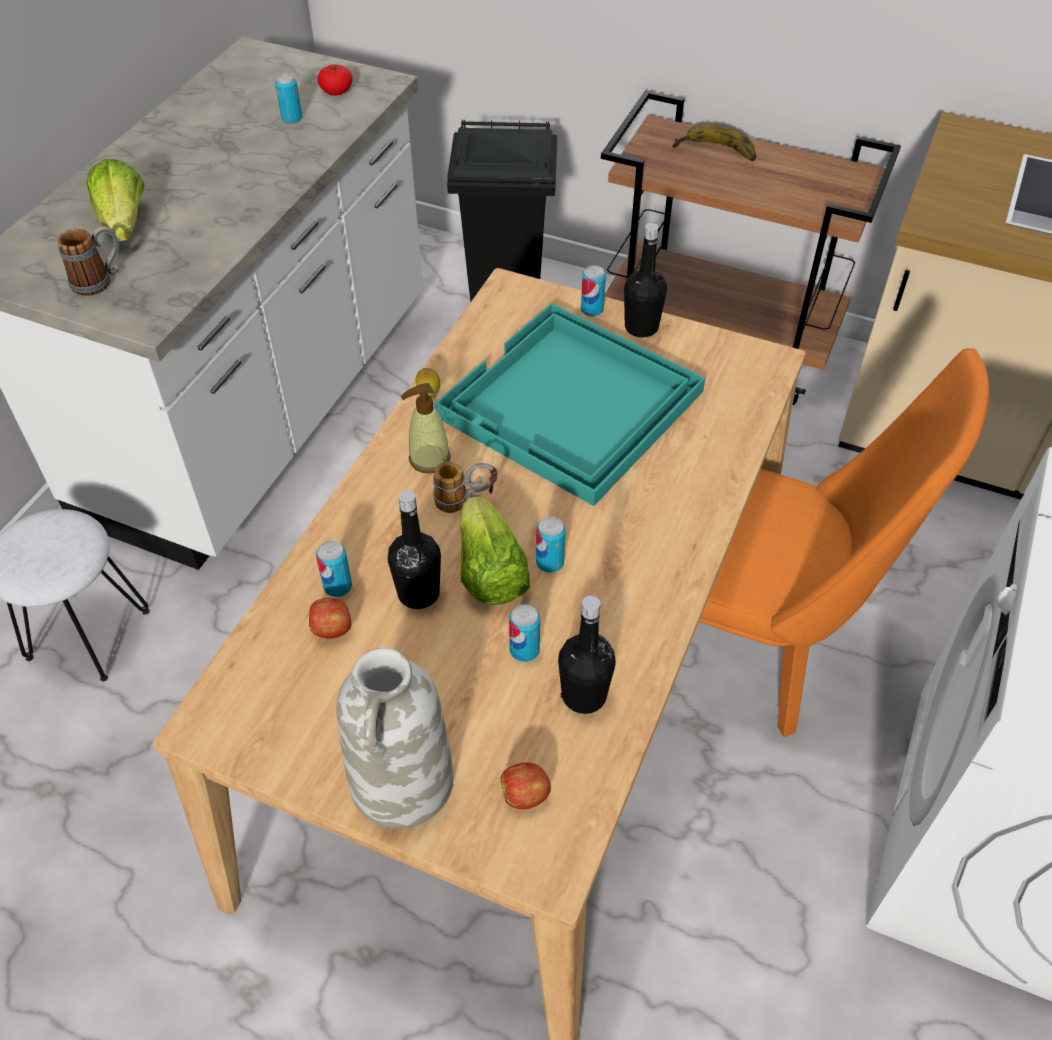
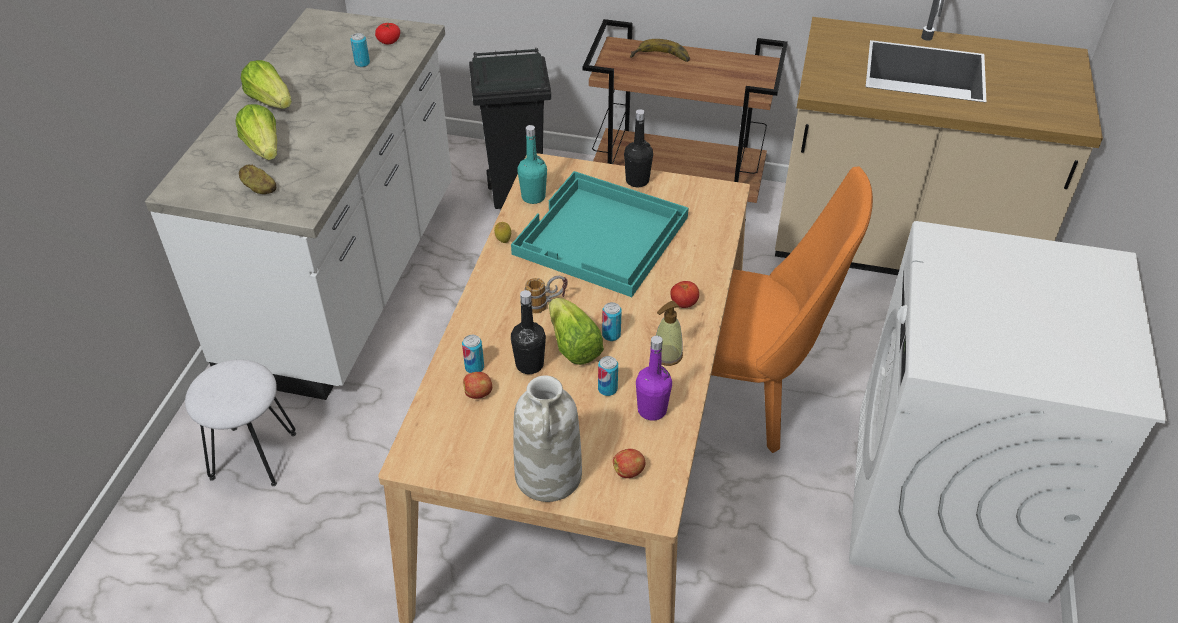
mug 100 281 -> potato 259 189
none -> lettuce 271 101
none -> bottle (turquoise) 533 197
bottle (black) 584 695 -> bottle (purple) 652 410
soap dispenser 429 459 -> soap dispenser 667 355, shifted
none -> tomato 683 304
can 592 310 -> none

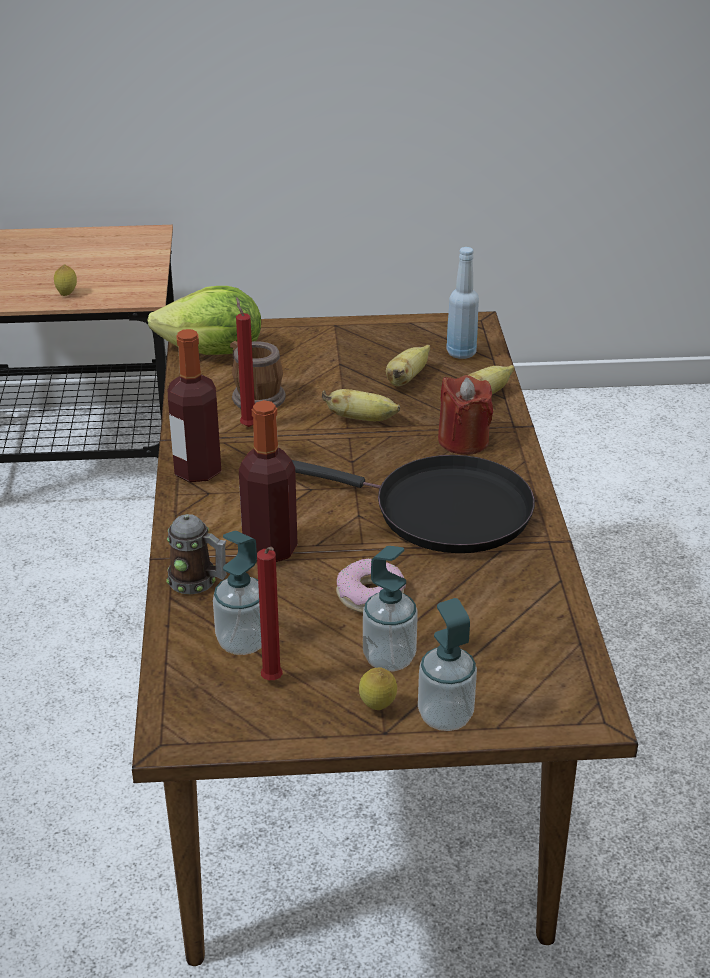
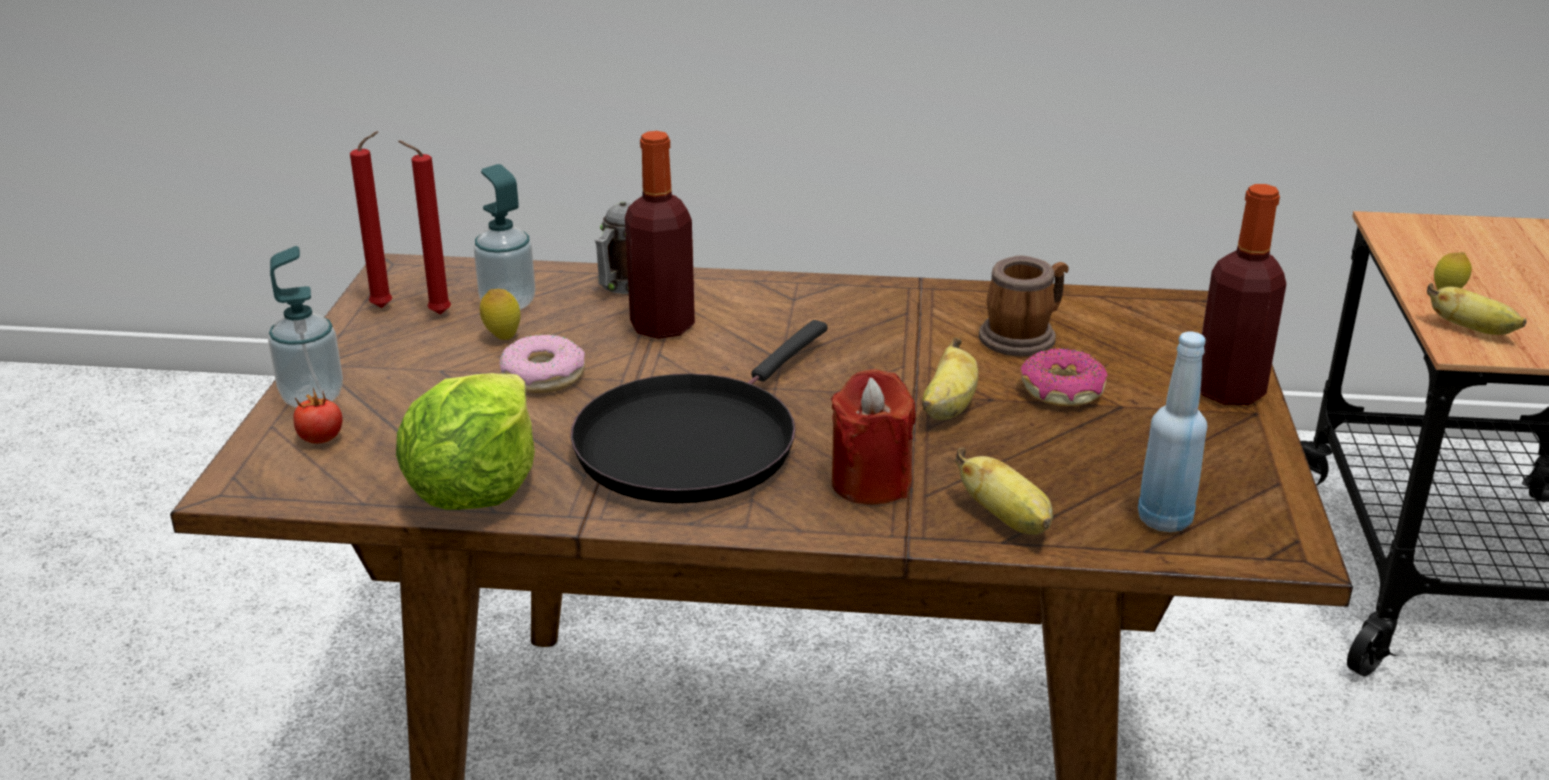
none -> tomato 321 439
candle (red) 248 425 -> candle (red) 385 307, shifted
lettuce 213 353 -> lettuce 475 489, shifted
lemon 377 708 -> lemon 502 337, shifted
none -> donut 1061 391
bottle 197 471 -> bottle 1229 391, shifted
banana 406 379 -> banana 1472 330, shifted
soap dispenser 389 658 -> none

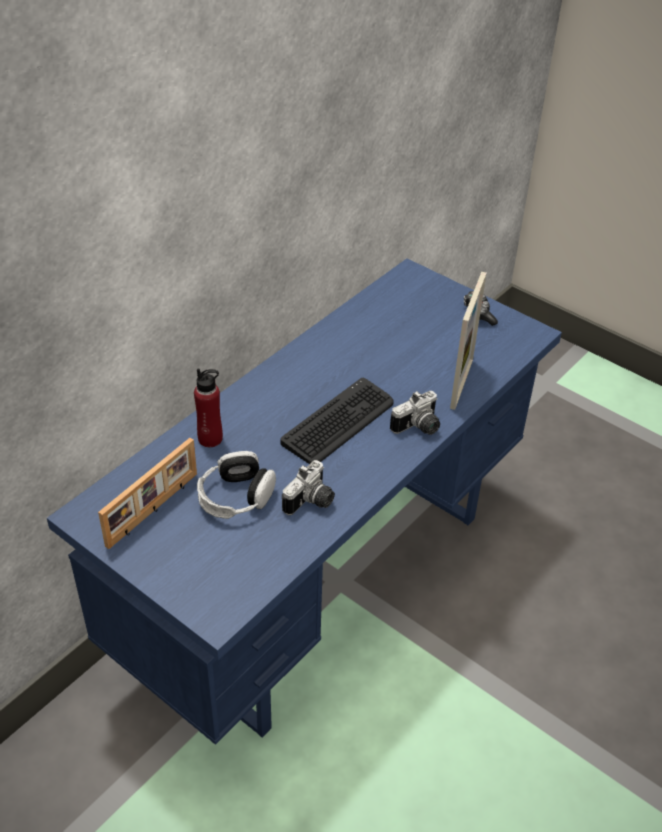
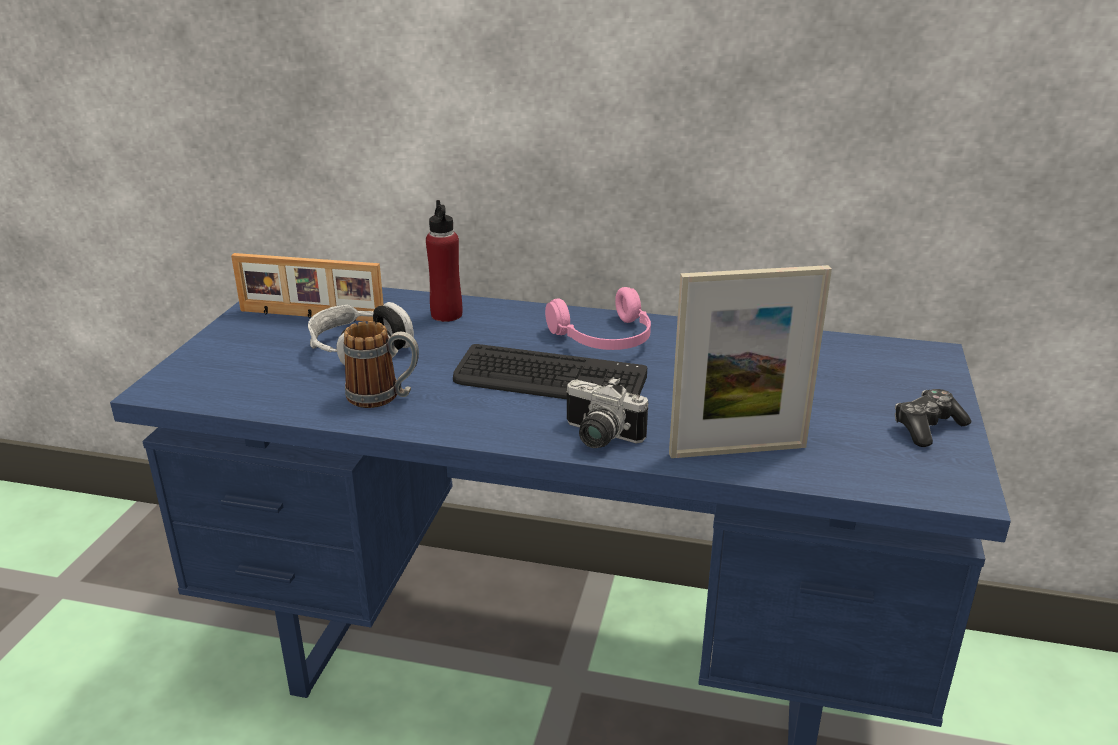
photo camera 311 502 -> mug 384 397
none -> headphones (pink) 605 339

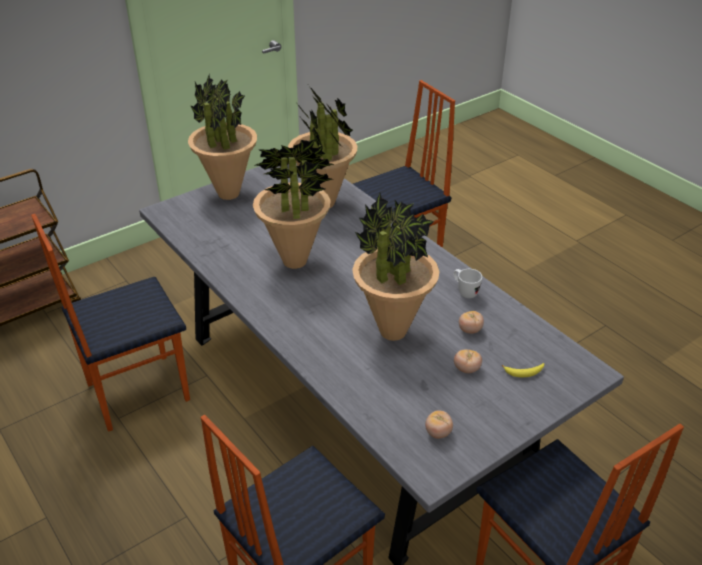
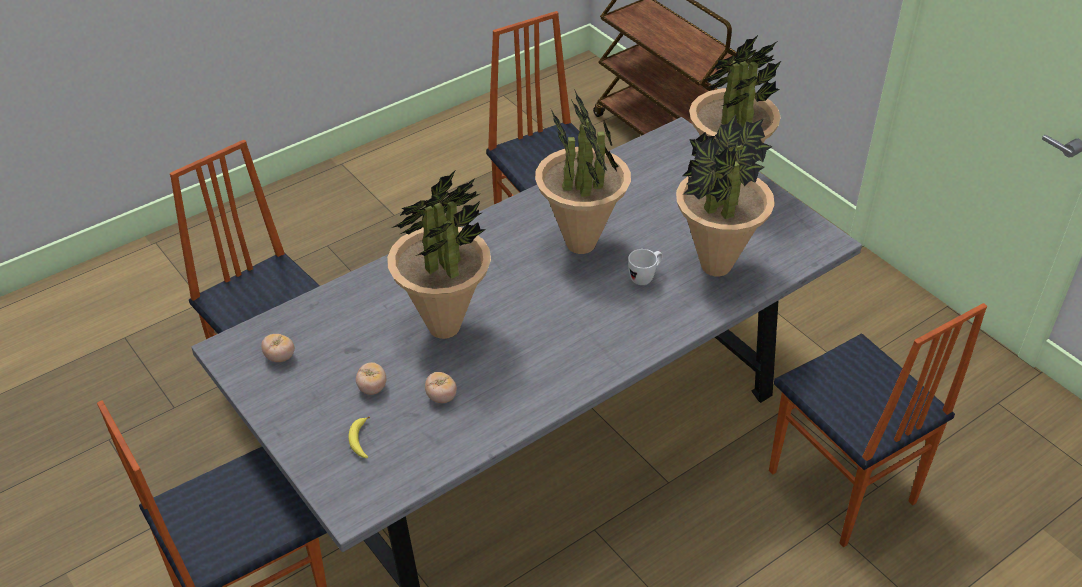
mug (white) 464 292 -> mug (white) 645 277, shifted

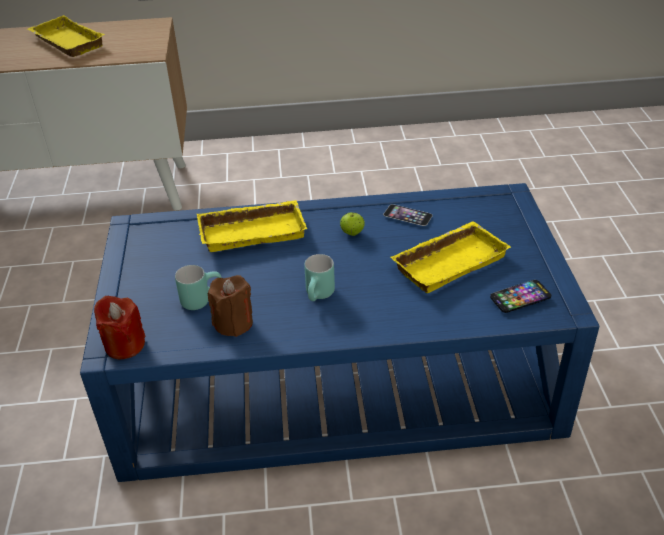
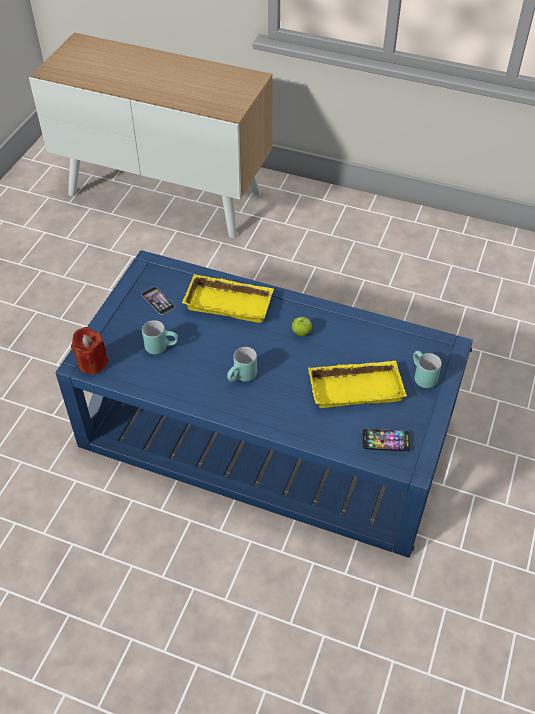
phone 407 215 -> phone 158 300, shifted
none -> mug (turquoise) 421 377
tray (yellow) 65 42 -> none
candle (brown) 233 323 -> none

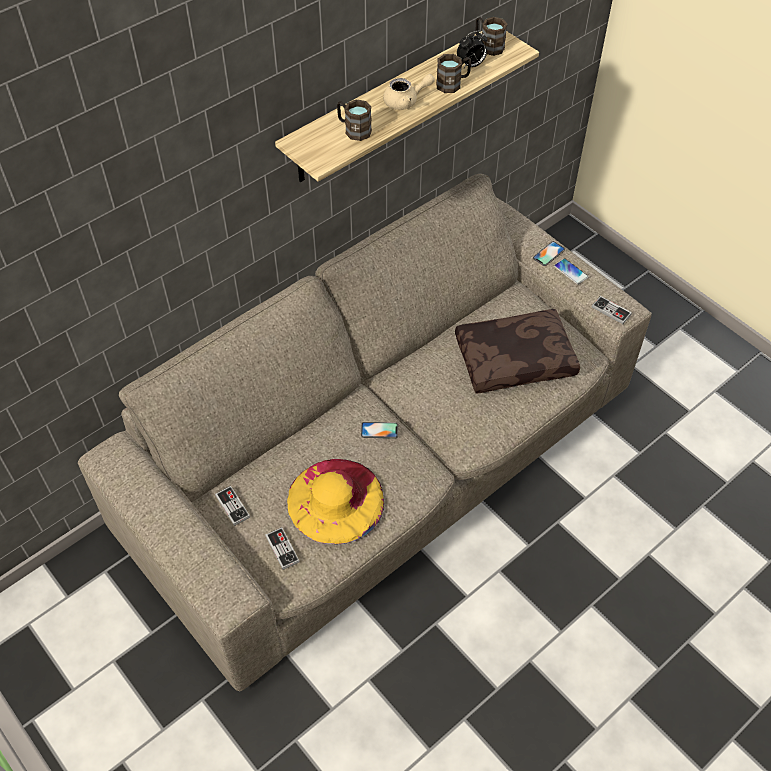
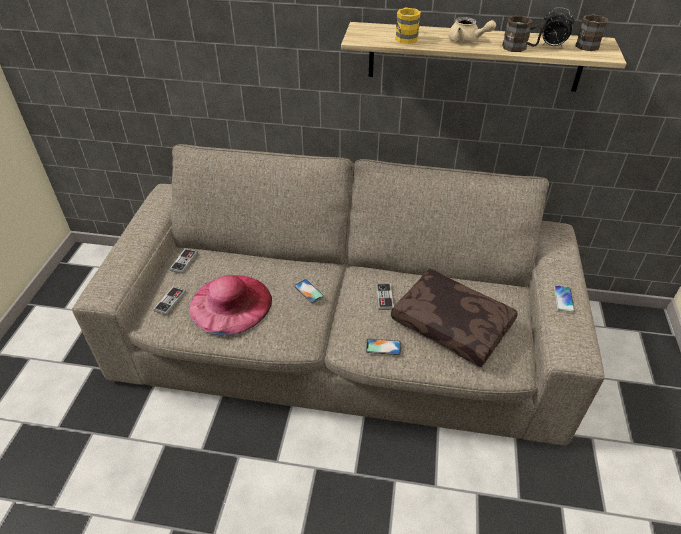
hat (yellow) 336 500 -> hat (pink) 230 303
phone 548 254 -> phone 383 347, shifted
game controller 611 311 -> game controller 384 297, shifted
mug (brown) 353 129 -> mug (yellow) 405 37

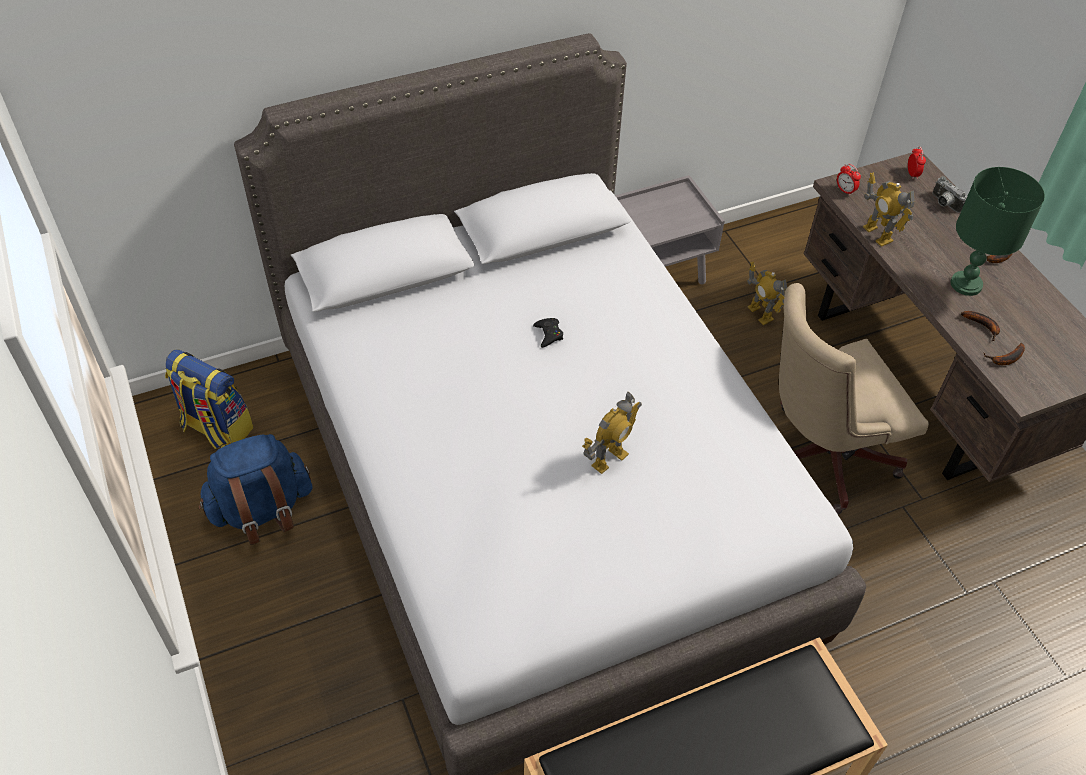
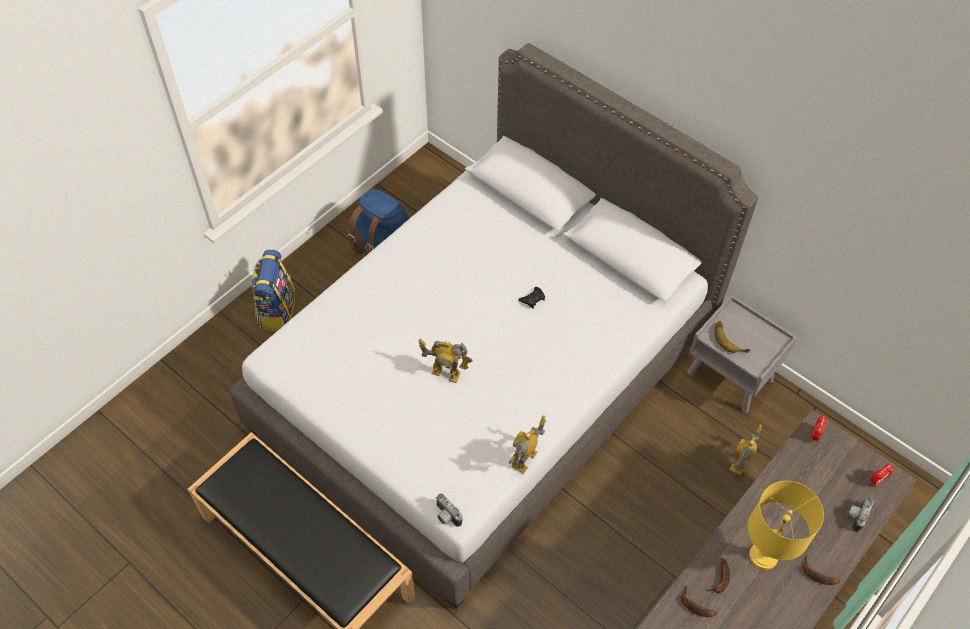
backpack 216 428 -> backpack 276 311, shifted
none -> photo camera 446 516
toy robot 877 234 -> toy robot 525 460, shifted
none -> banana 730 338
table lamp (green) 967 284 -> table lamp (yellow) 763 556
office chair (beige) 818 456 -> none

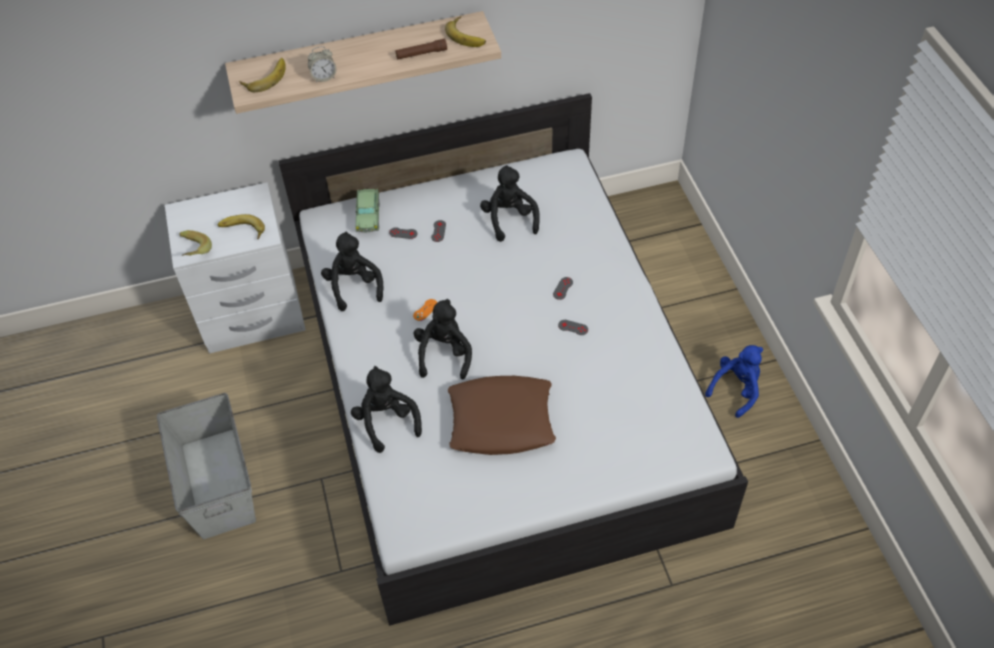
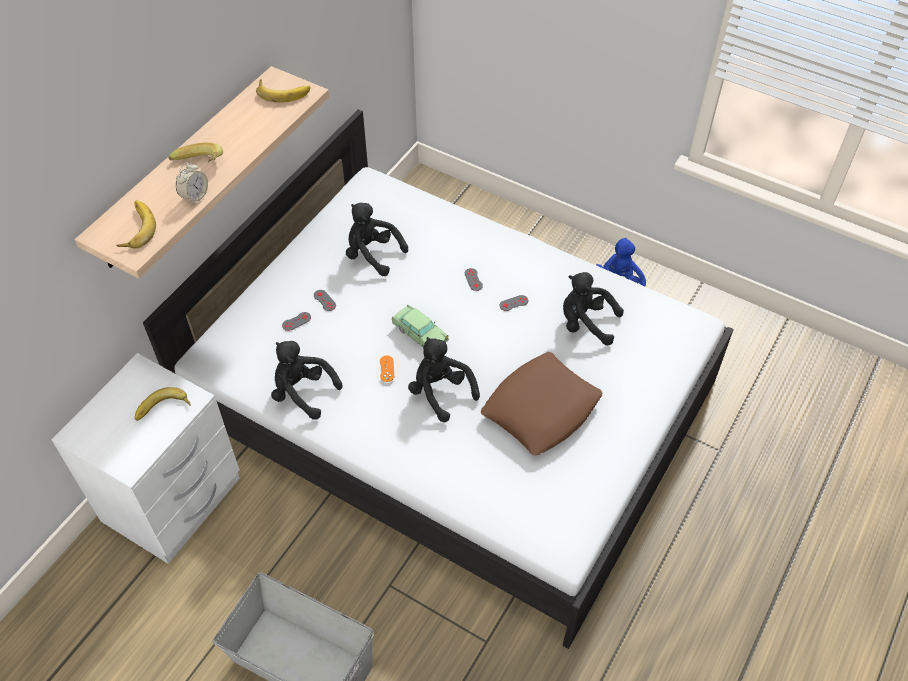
banana 192 252 -> banana 199 167, shifted
toy car 368 215 -> toy car 420 334, shifted
plush toy (black) 386 421 -> plush toy (black) 586 323, shifted
flashlight (brown) 421 54 -> none

